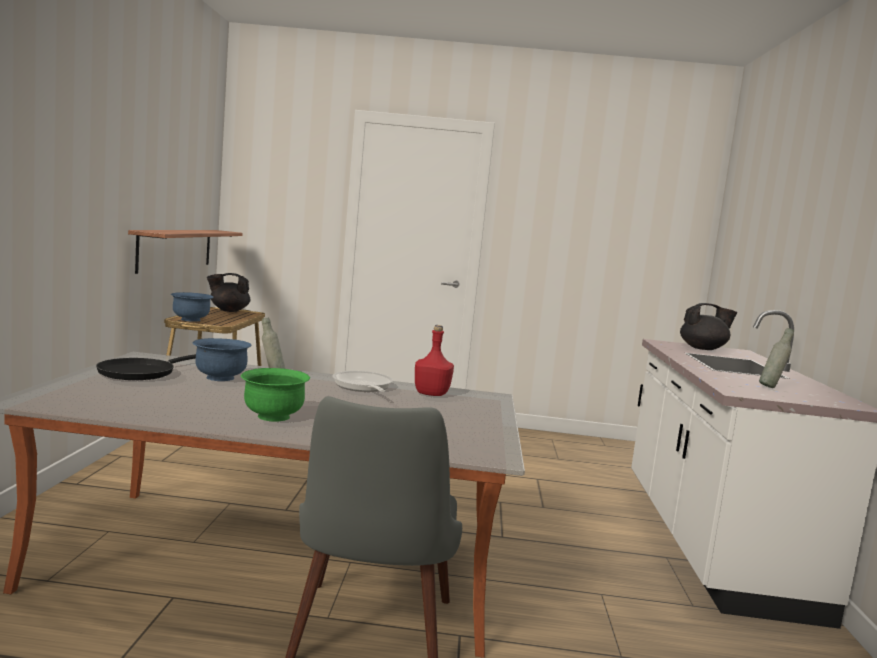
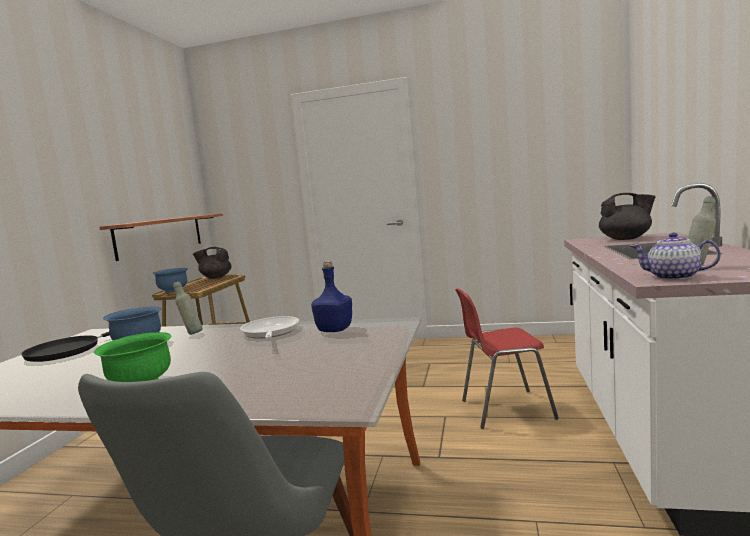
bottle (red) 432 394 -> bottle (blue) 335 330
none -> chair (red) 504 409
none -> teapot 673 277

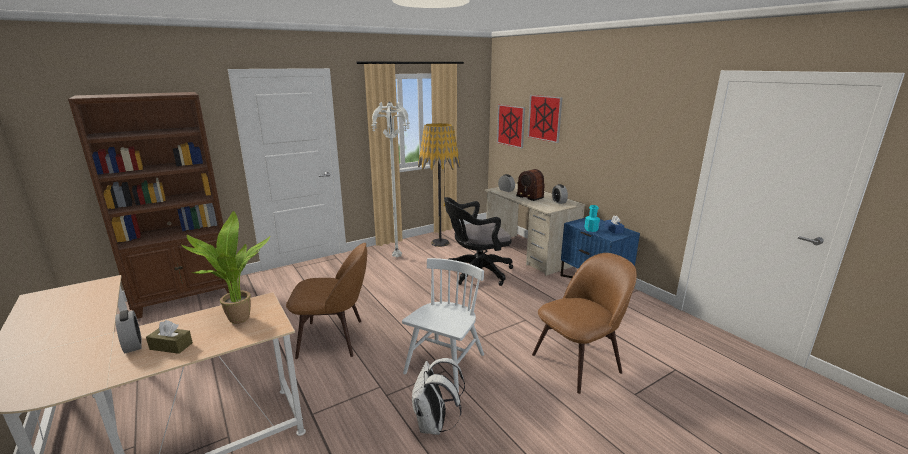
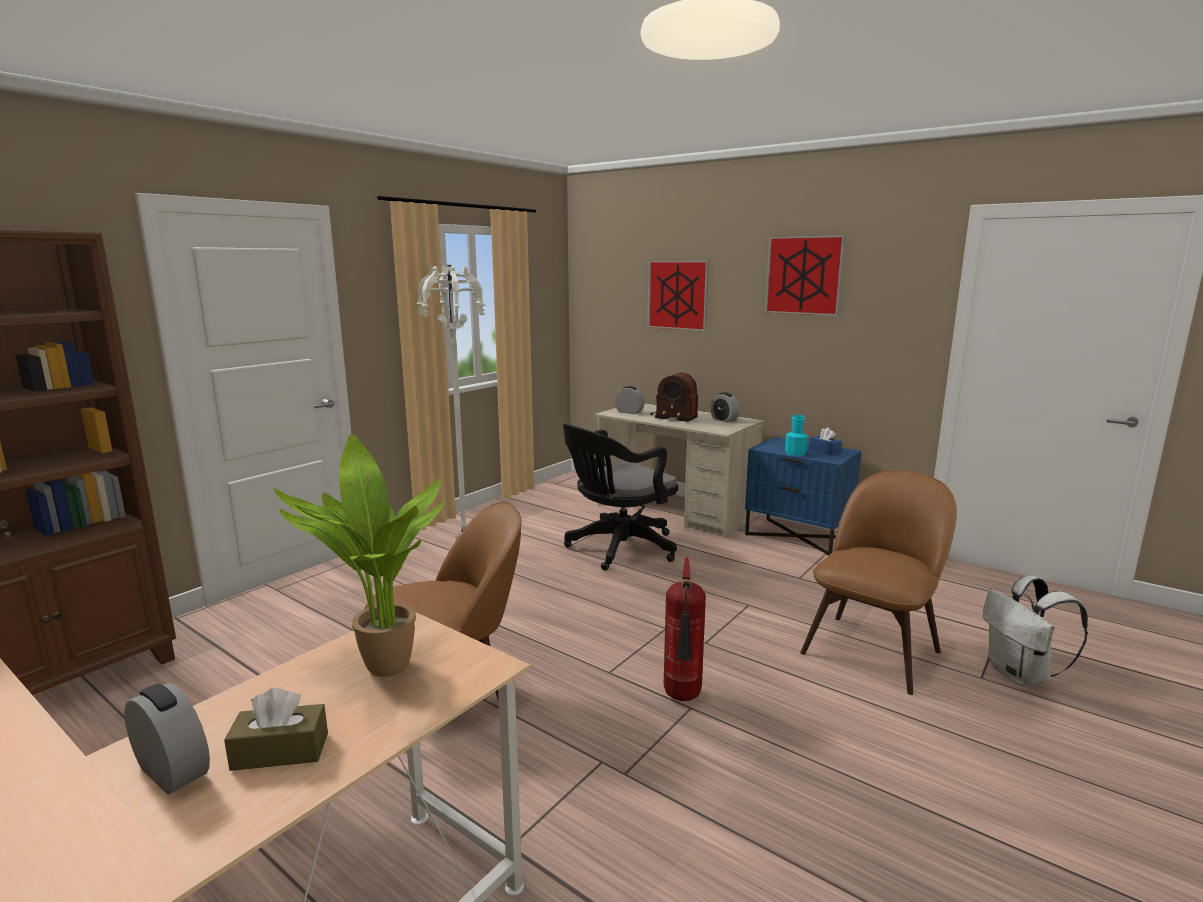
chair (white) 445 364 -> fire extinguisher 683 698
picture 511 125 -> picture 803 275, shifted
backpack (white) 434 425 -> backpack (white) 1021 675, shifted
floor lamp 440 243 -> none

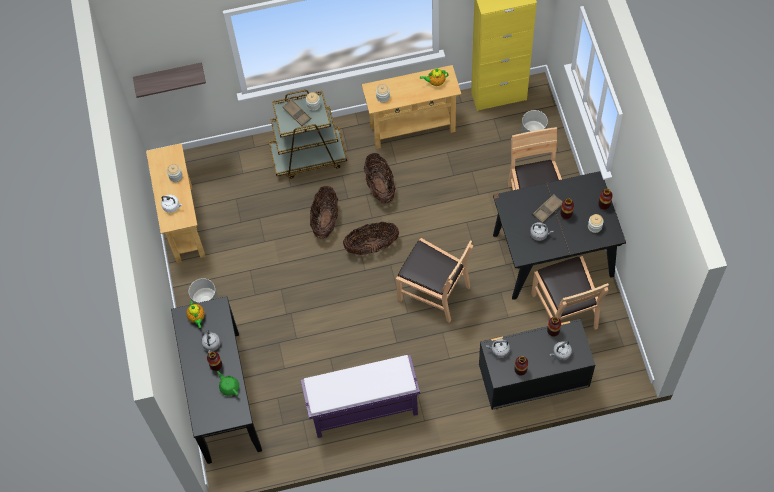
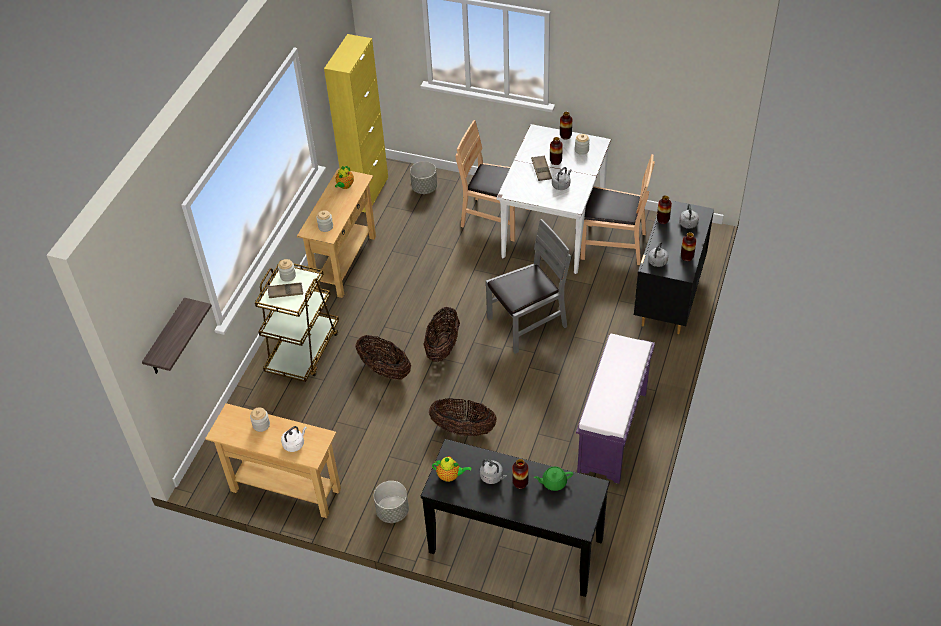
basket 380 187 -> basket 463 429, shifted
chair (brown) 434 292 -> chair (grey) 527 323
dining table (black) 552 255 -> dining table (white) 553 229

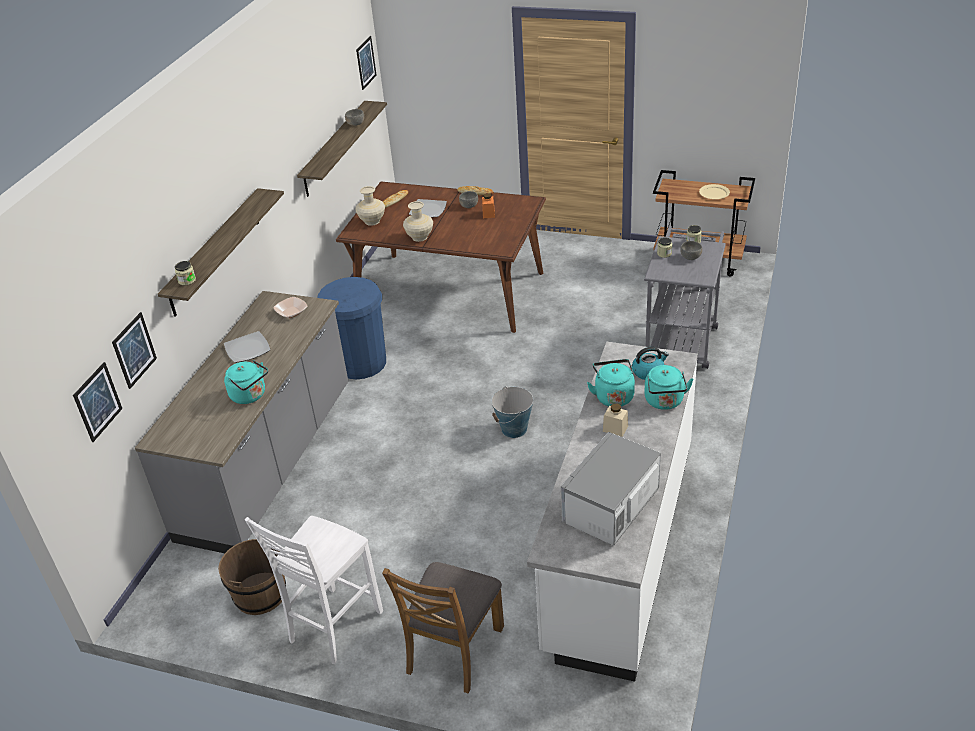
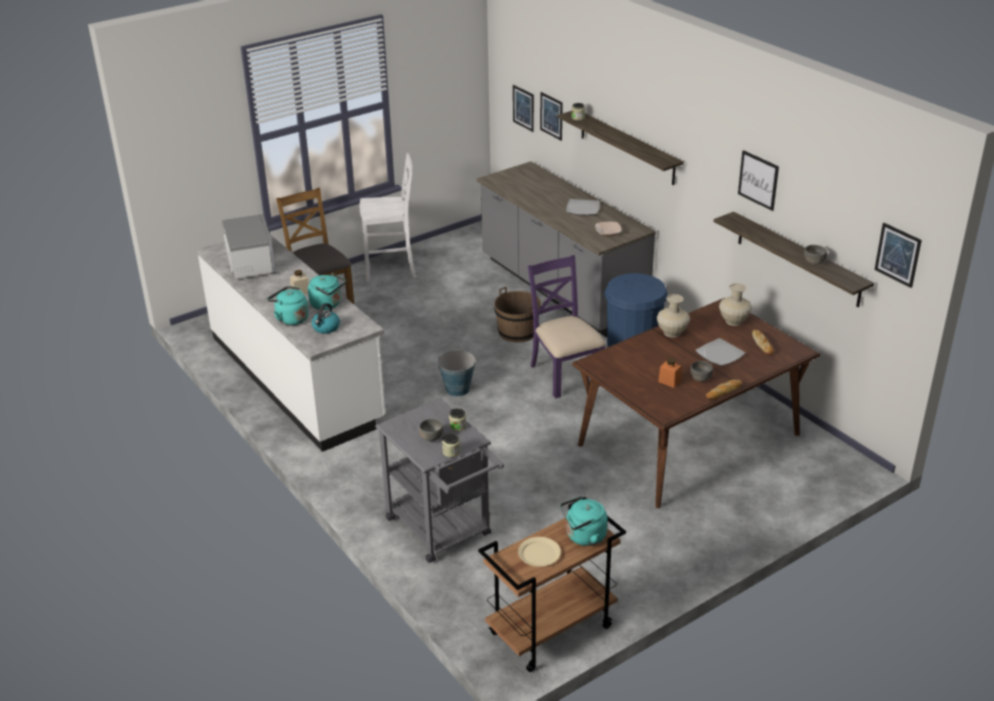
chair (white) 333 627 -> chair (white) 391 270, 105 degrees clockwise
bucket (brown) 260 594 -> bucket (brown) 517 332, shifted
none -> chair (purple) 565 374
kettle (turquoise) 250 396 -> kettle (turquoise) 583 537, shifted
none -> picture 758 180

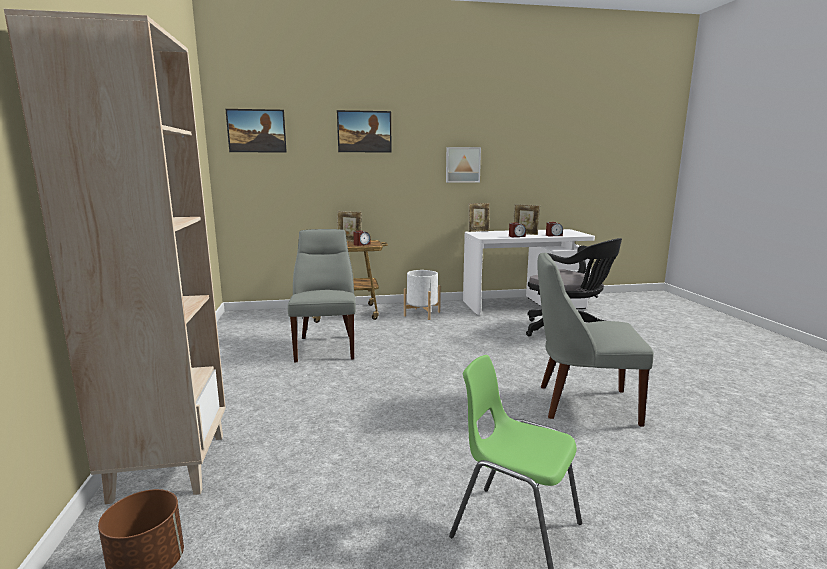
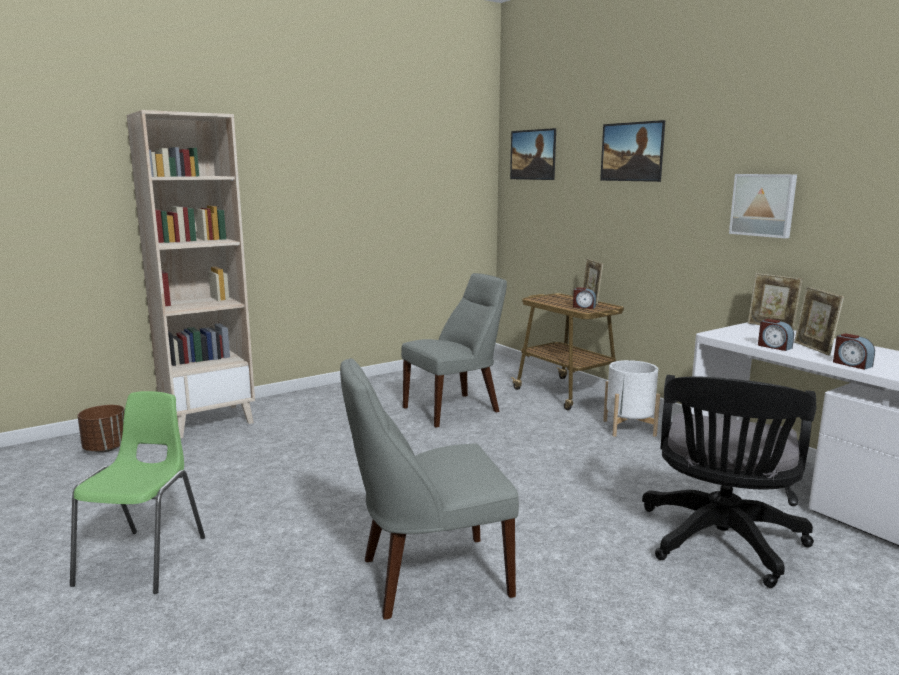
chair (grey) 582 404 -> chair (grey) 428 577, 90 degrees counterclockwise

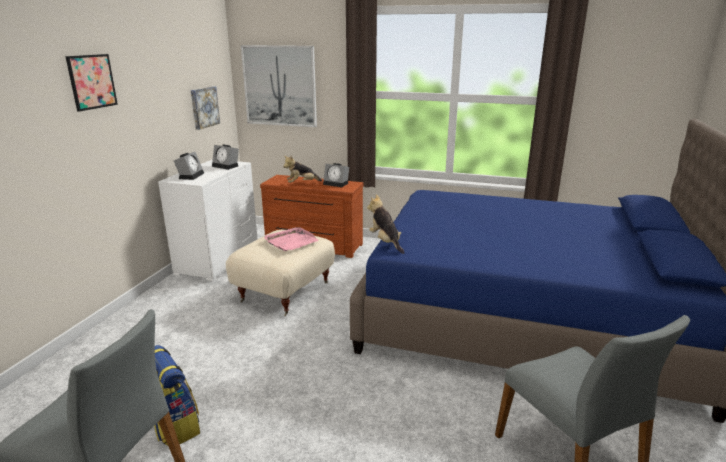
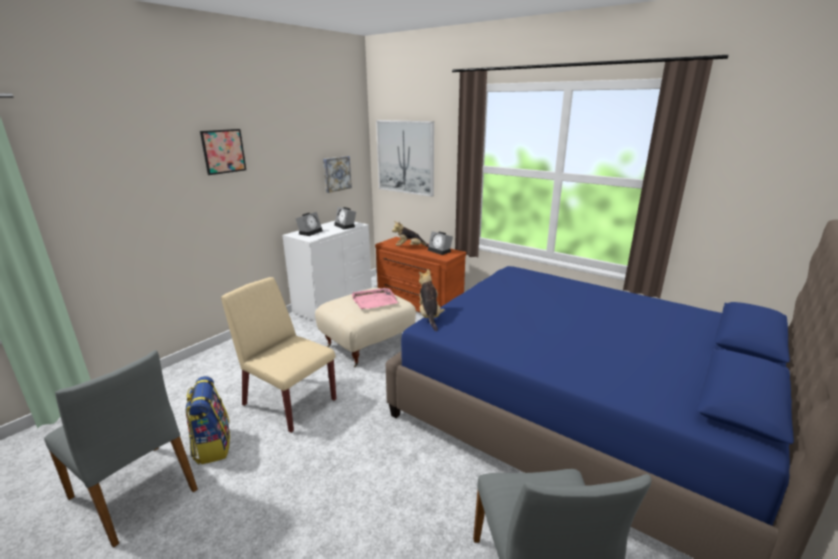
none -> chair (beige) 288 402

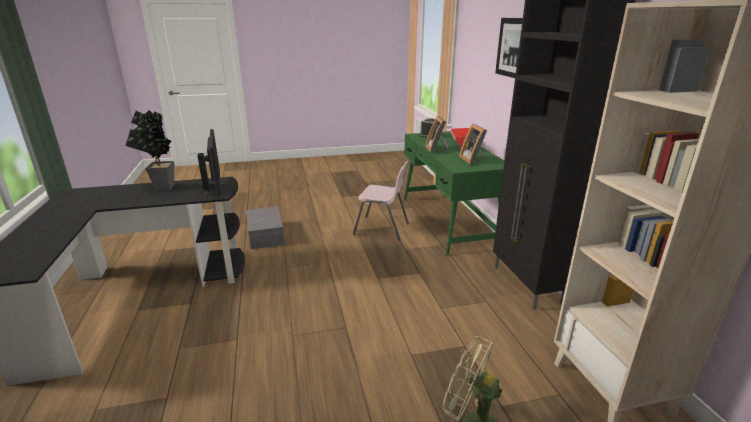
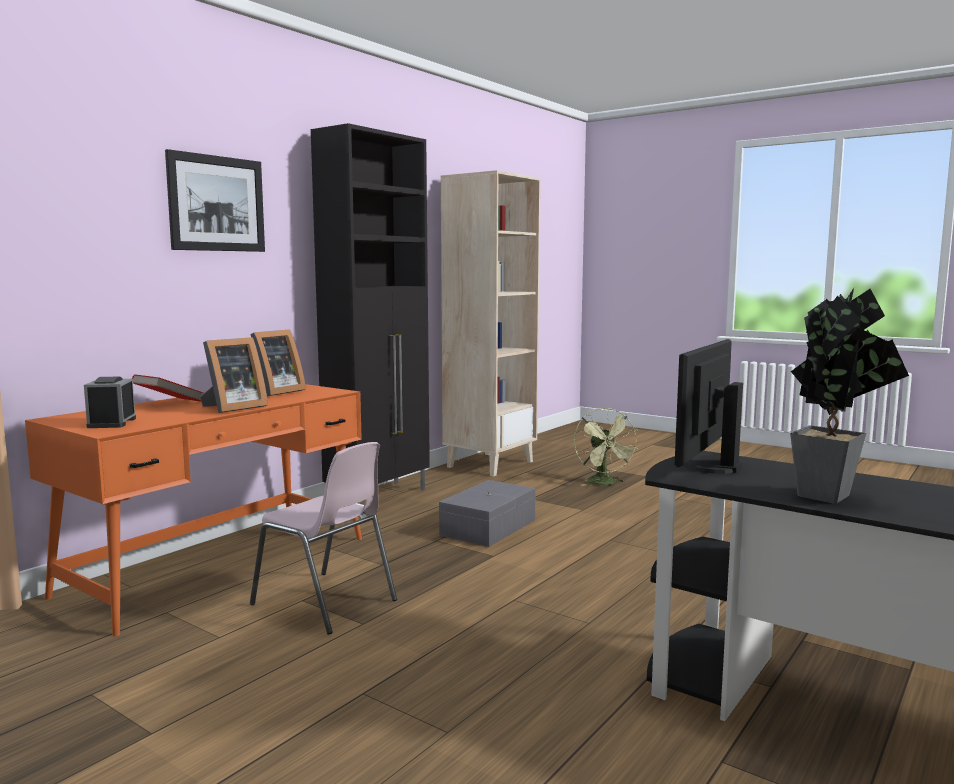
desk (green) 448 221 -> desk (orange) 220 565
chair (pink) 382 229 -> chair (pink) 326 603, 150 degrees clockwise
storage box (grey) 266 234 -> storage box (grey) 486 527, shifted

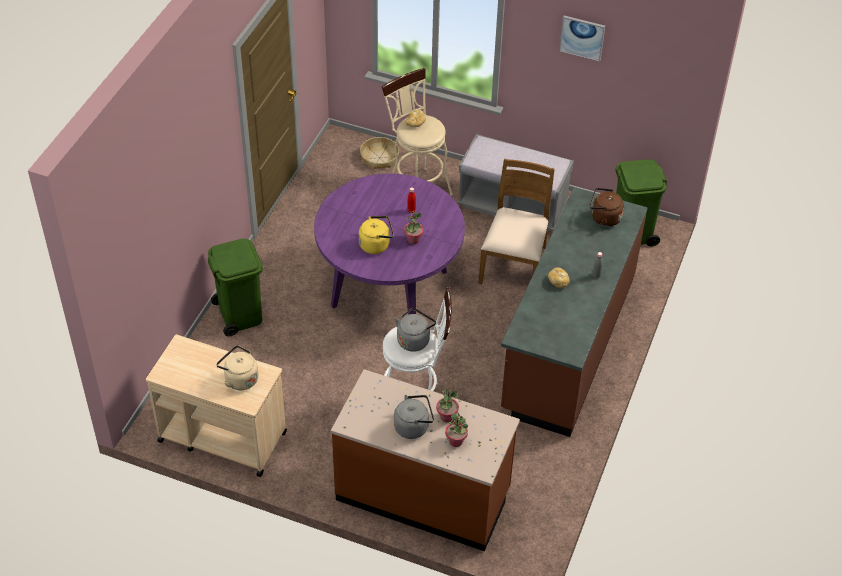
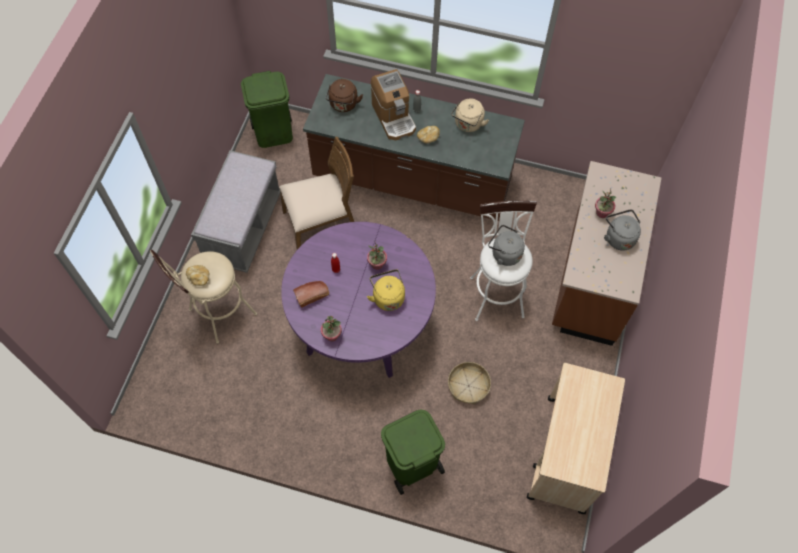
chair (brown) 514 264 -> chair (brown) 321 223, 150 degrees clockwise
none -> bread 312 295
potted plant 456 441 -> potted plant 332 335, shifted
none -> coffee machine 394 117
basket 379 157 -> basket 468 385, shifted
kettle (beige) 239 379 -> kettle (beige) 468 124, shifted
picture 582 37 -> none

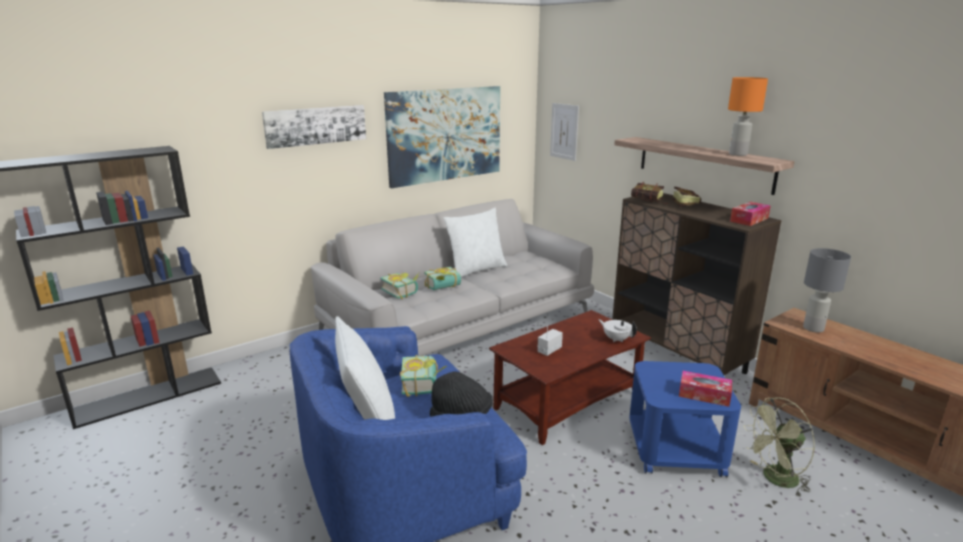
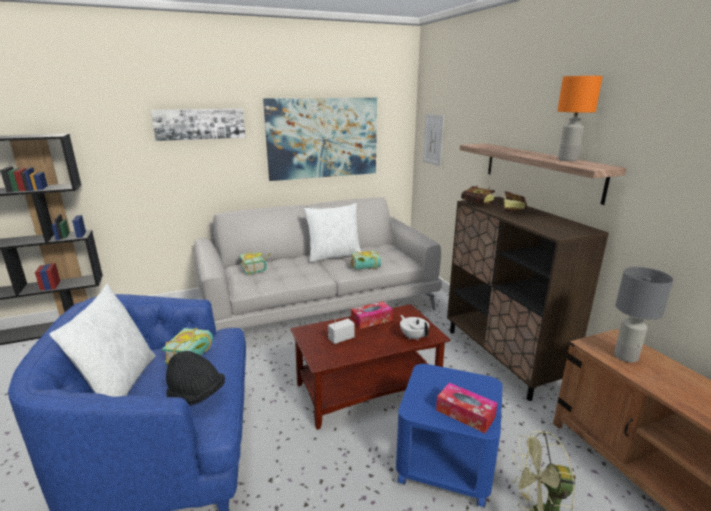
book 444 287 -> book 366 268, shifted
tissue box 749 220 -> tissue box 371 320, shifted

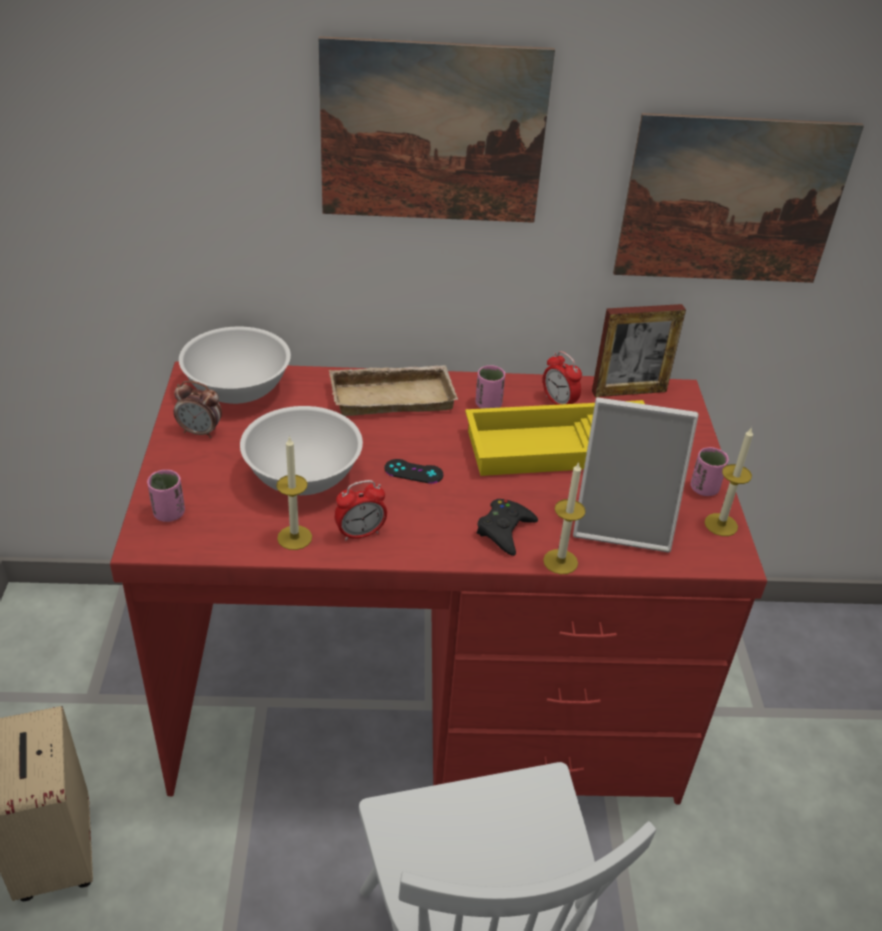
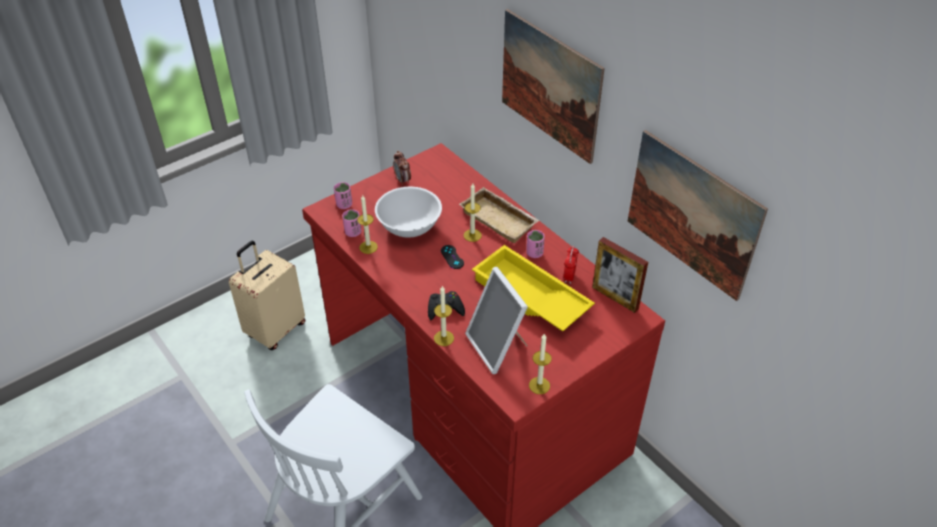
cup (pink) 704 489 -> cup (pink) 353 232, shifted
none -> candle 472 235
bowl (white) 237 389 -> none
alarm clock 360 533 -> none

